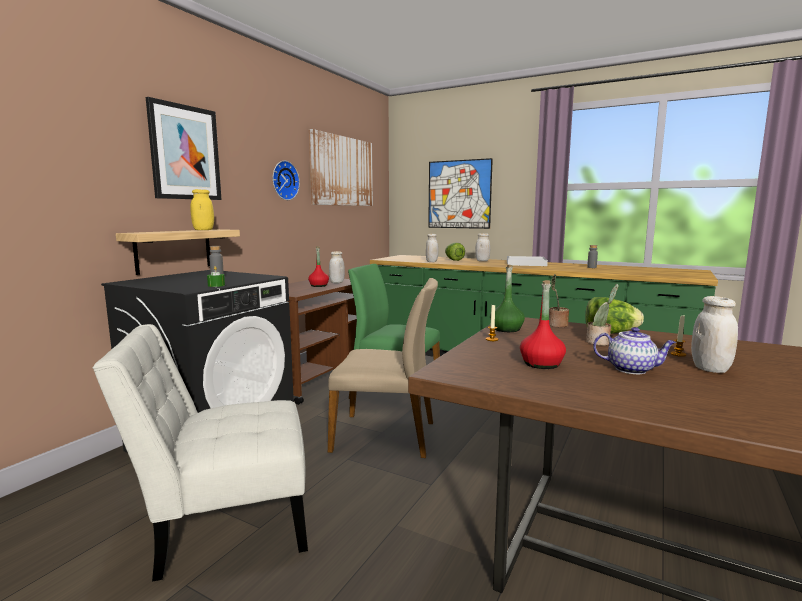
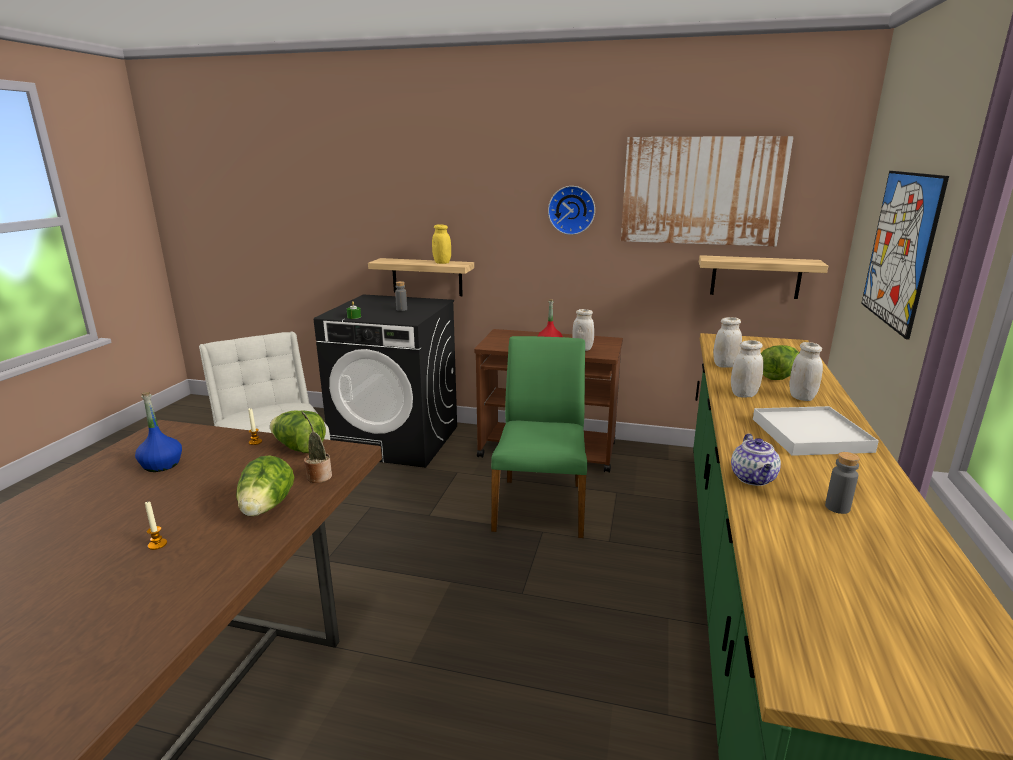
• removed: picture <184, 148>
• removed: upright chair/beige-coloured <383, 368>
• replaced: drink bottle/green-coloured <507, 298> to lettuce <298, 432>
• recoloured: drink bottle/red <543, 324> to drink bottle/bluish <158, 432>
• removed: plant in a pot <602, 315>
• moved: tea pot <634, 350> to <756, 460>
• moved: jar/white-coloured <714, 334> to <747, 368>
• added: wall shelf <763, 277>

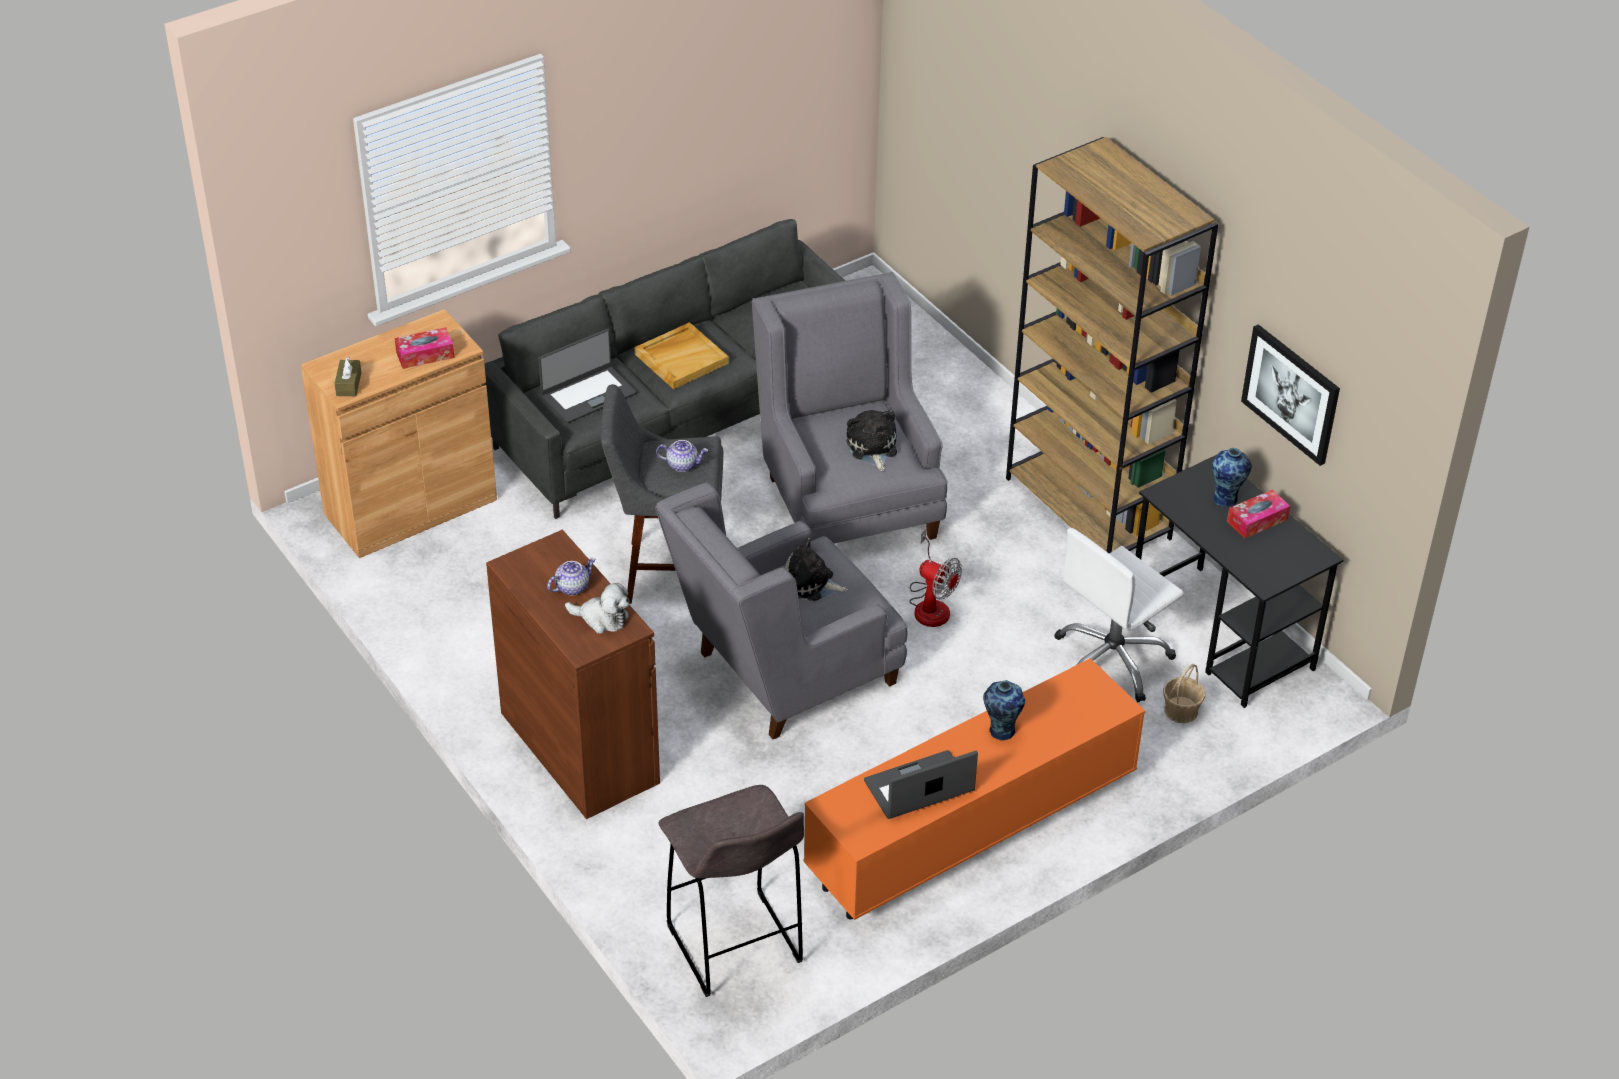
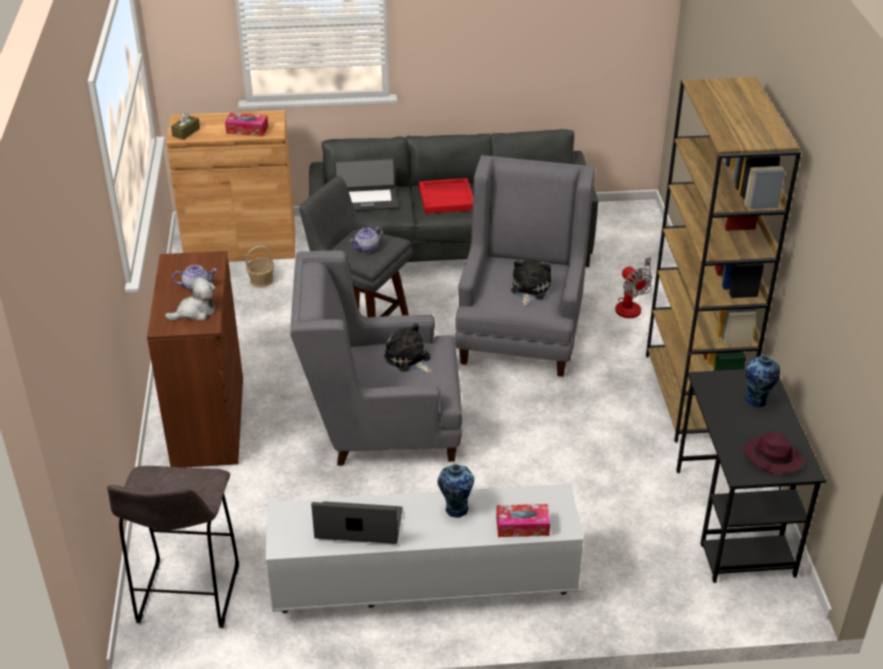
• turned: cuddly toy <597, 608> = <190, 299> 75 degrees counterclockwise
• recoloured: serving tray/beige-coloured <682, 355> to serving tray/red <446, 196>
• turned: tea pot <682, 456> = <366, 240> 105 degrees clockwise
• recoloured: tv unit/orange-coloured <974, 789> to tv unit/white-coloured <425, 548>
• moved: fan <935, 578> to <633, 287>
• removed: computer chair/white-coloured <1119, 615>
• moved: household basket <1184, 693> to <260, 267>
• moved: tissue holder <1258, 514> to <523, 520>
• removed: picture <1290, 395>
• added: hat/purple-coloured <773, 453>

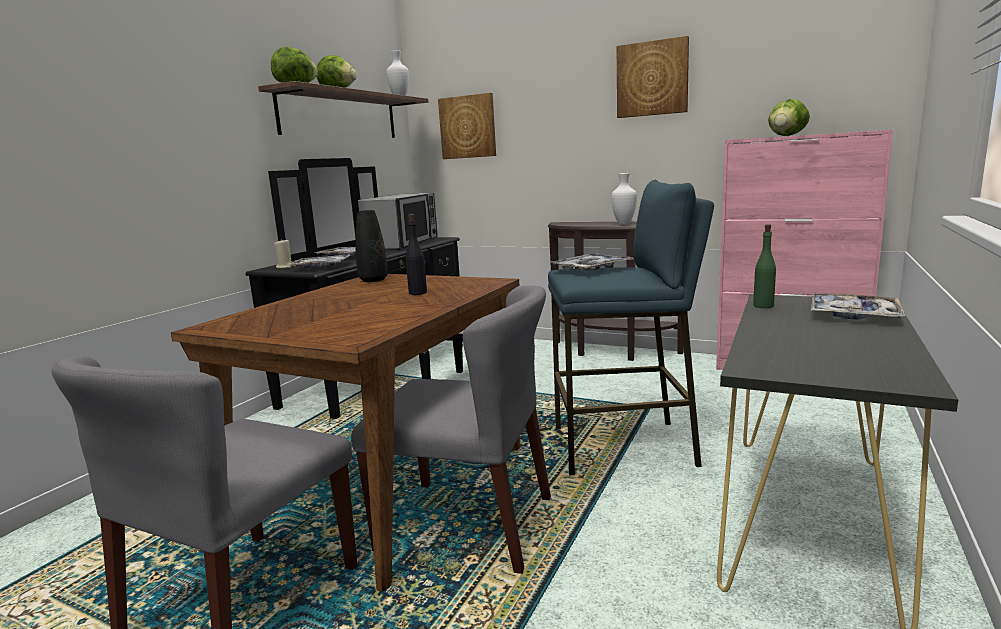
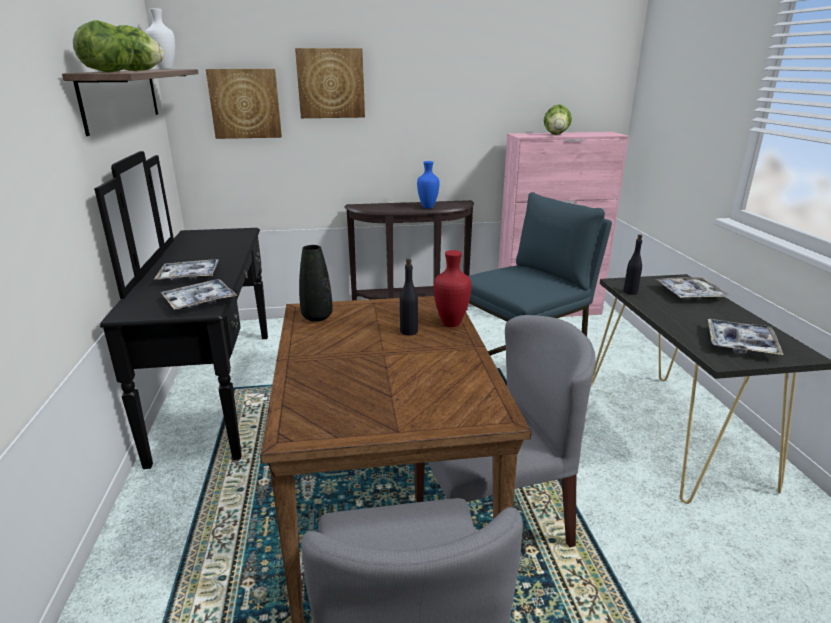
• removed: candle/beige-coloured <285, 253>
• removed: microwave <398, 221>
• moved: serving tray <592, 261> to <746, 337>
• recoloured: vase/white-coloured <624, 199> to vase/bluish <428, 185>
• moved: picture <653, 77> to <330, 83>
• recoloured: drink bottle/green-coloured <764, 266> to drink bottle/black-coloured <632, 264>
• added: vase/red <452, 288>

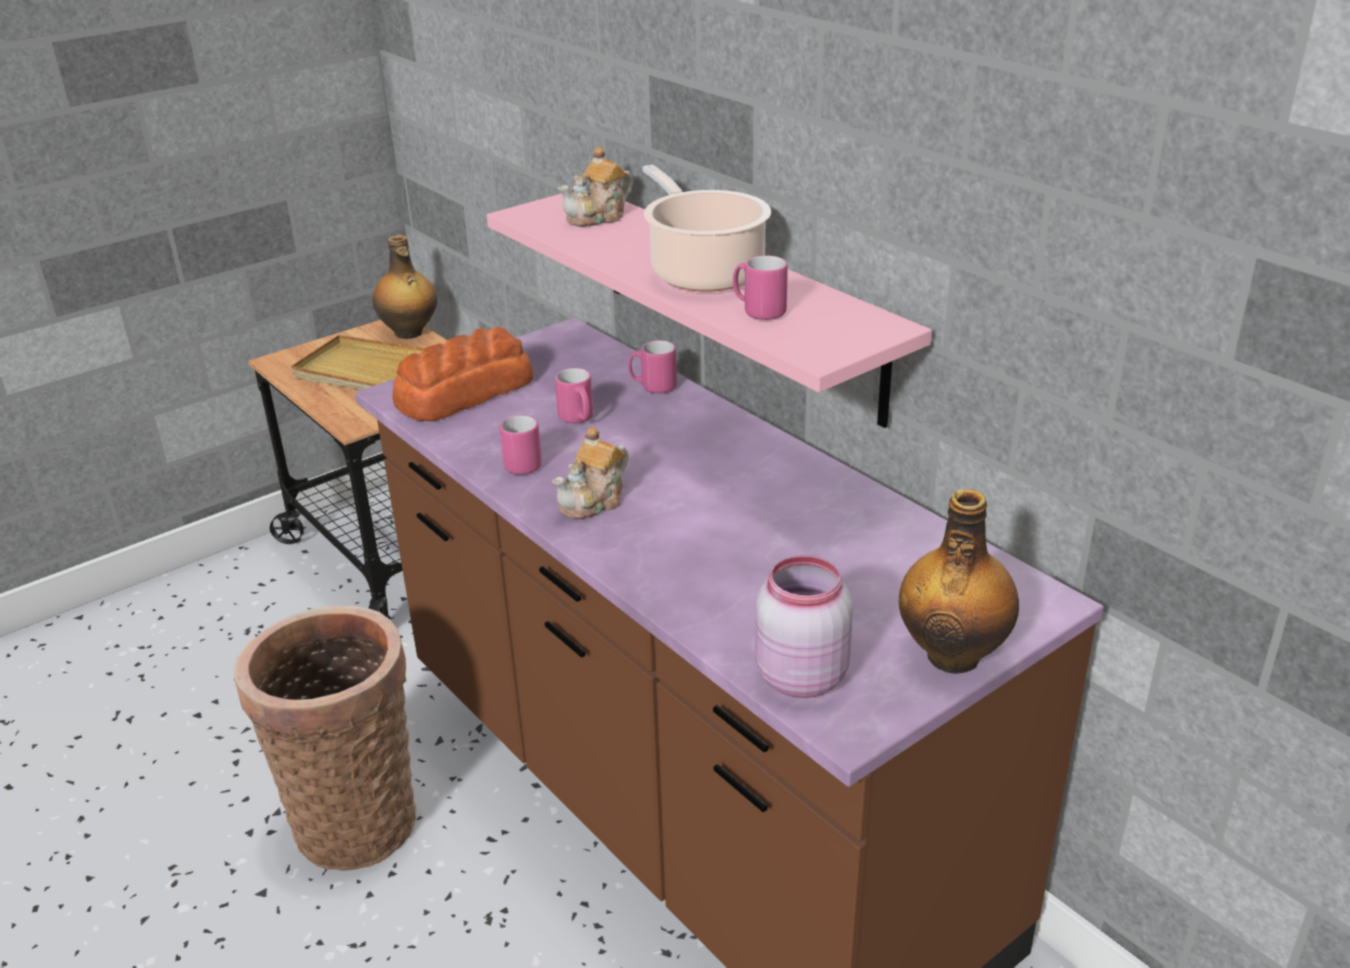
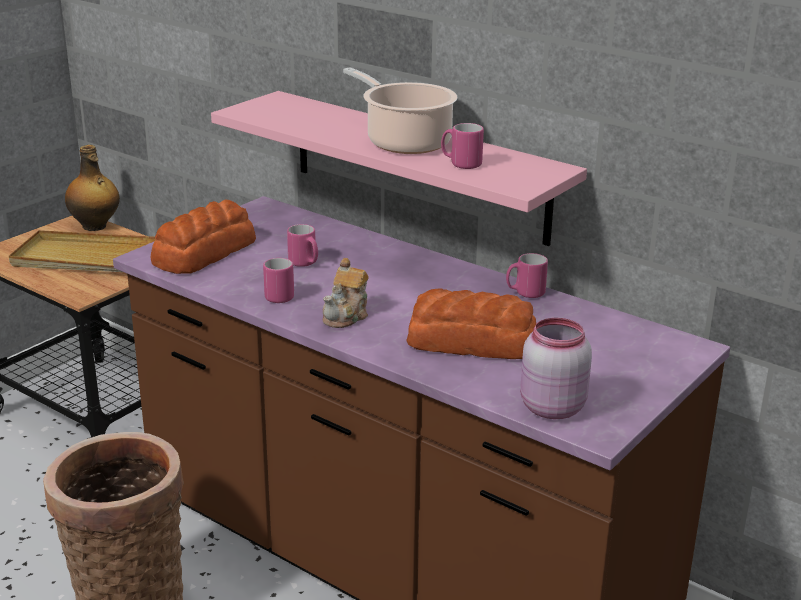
• removed: tea pot <595, 187>
• moved: coffee mug/pink <652, 366> to <527, 275>
• removed: drink bottle <959, 581>
• added: baked bread <471, 324>

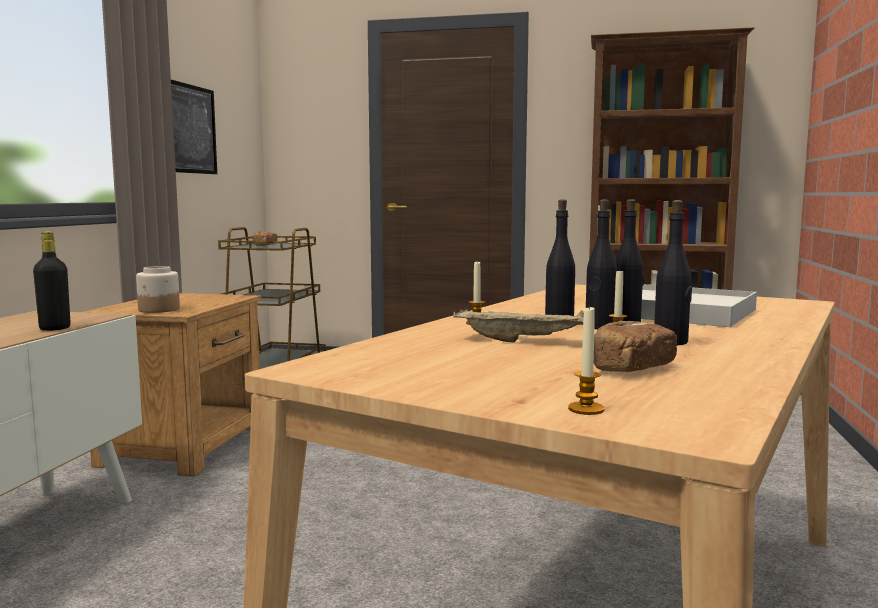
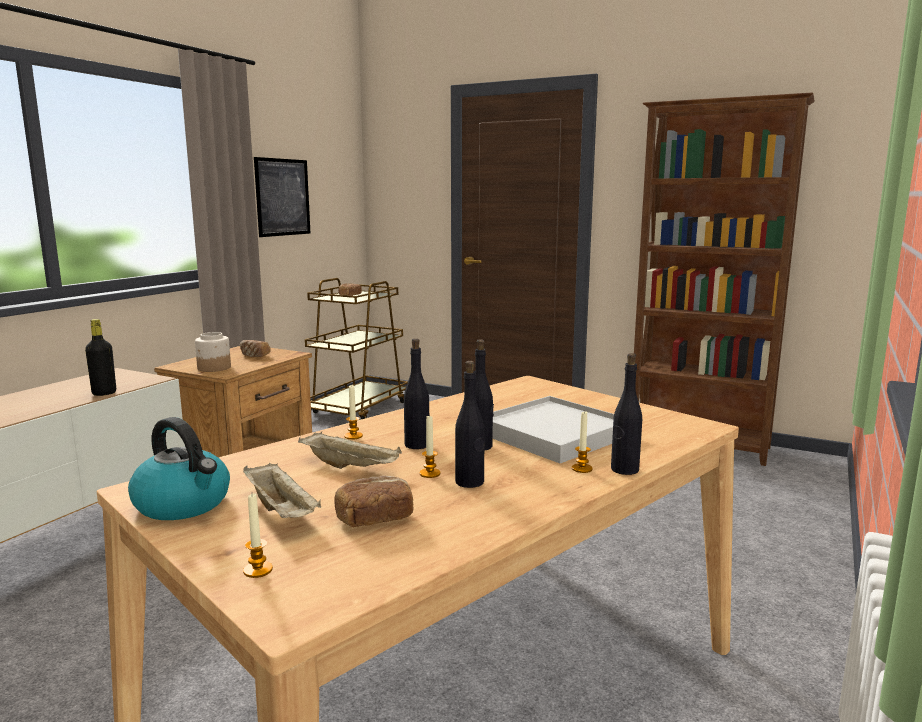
• moved: drink bottle/black-coloured <601, 264> to <626, 414>
• added: tea kettle <179, 468>
• added: baked bread <255, 348>
• added: serving tray/beige-coloured <282, 490>
• added: candle <582, 441>

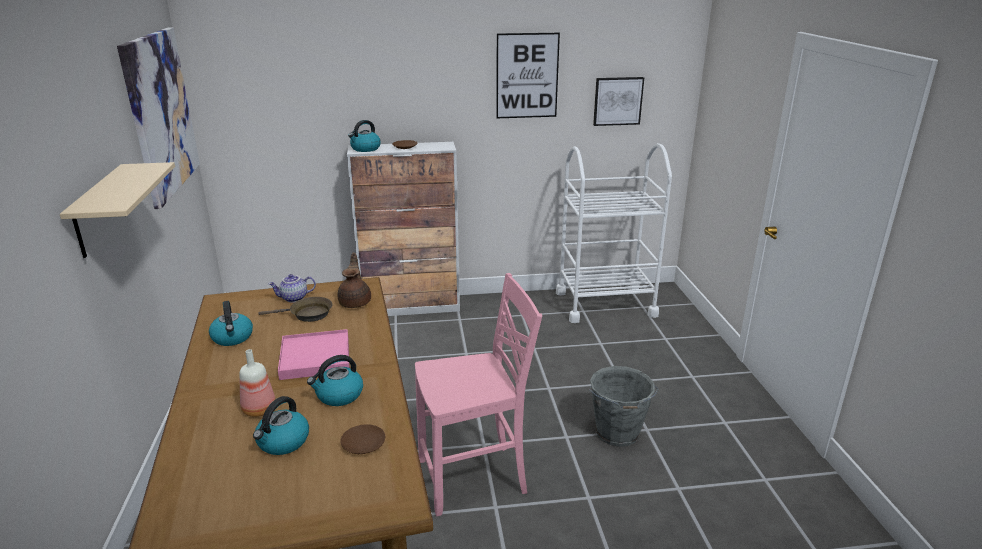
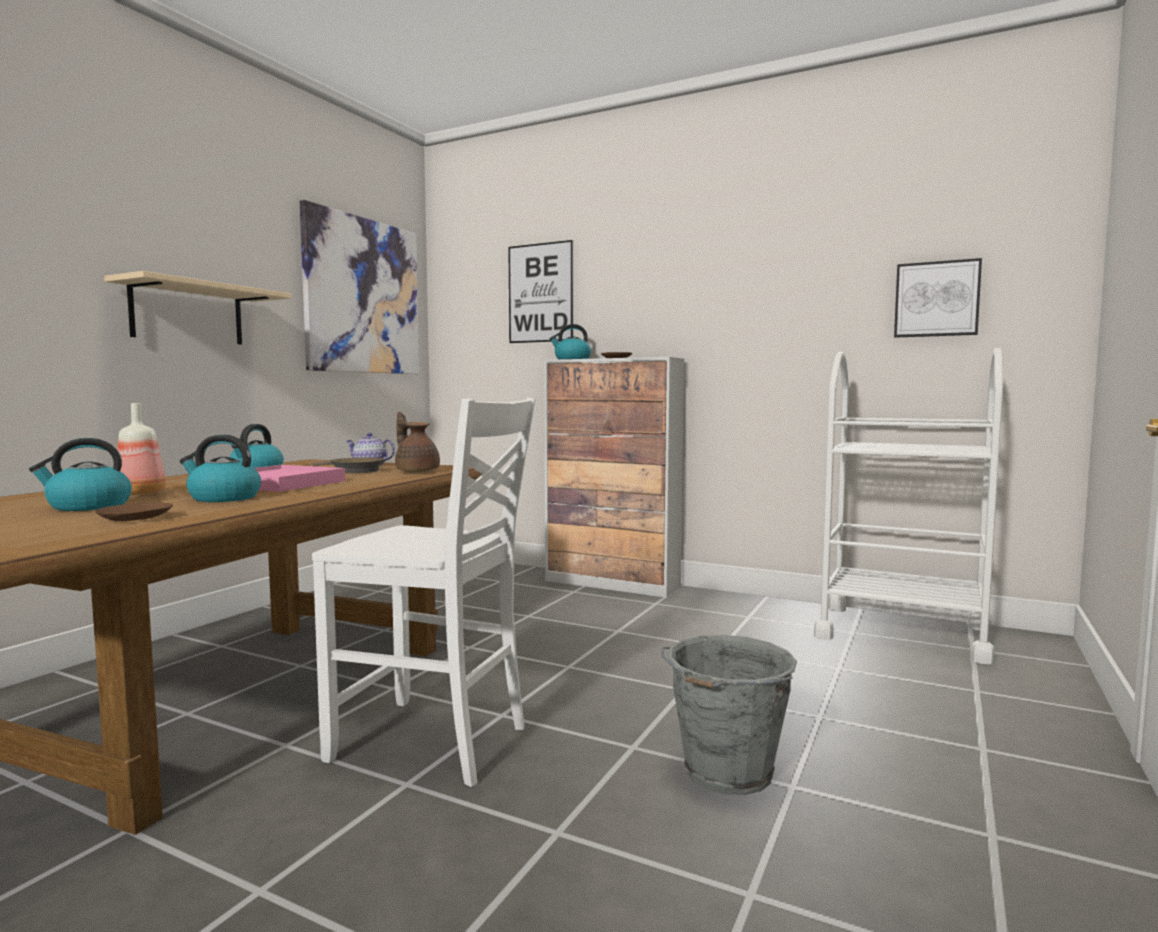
• turned: tea pot/brown-coloured <354, 280> = <417, 442> 75 degrees counterclockwise
• recoloured: upright chair/pink <478, 394> to upright chair/white-coloured <423, 592>
• moved: picture <528, 75> to <540, 291>

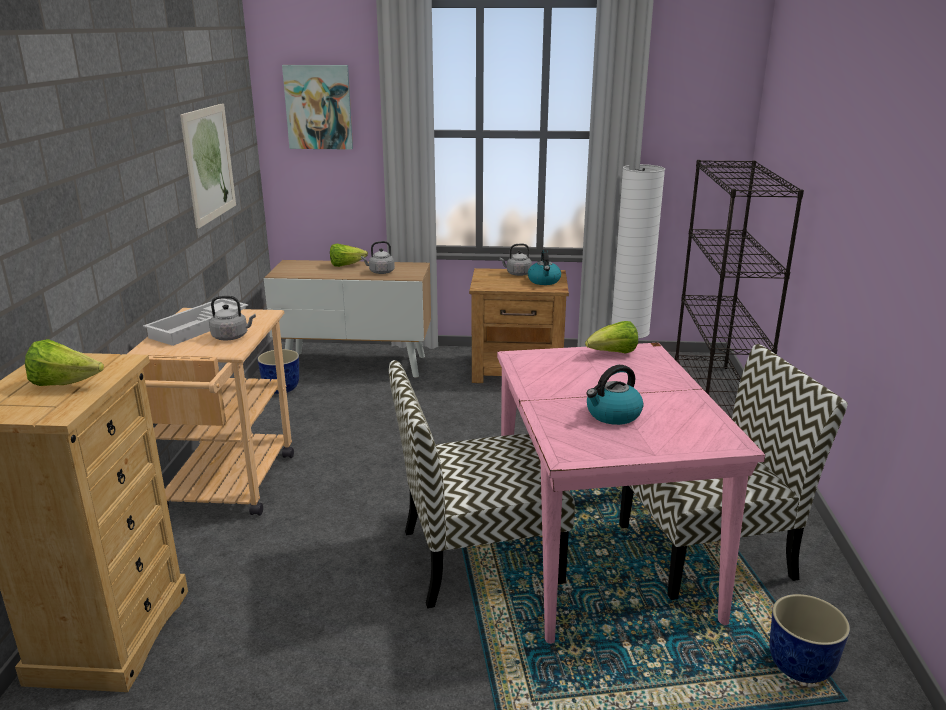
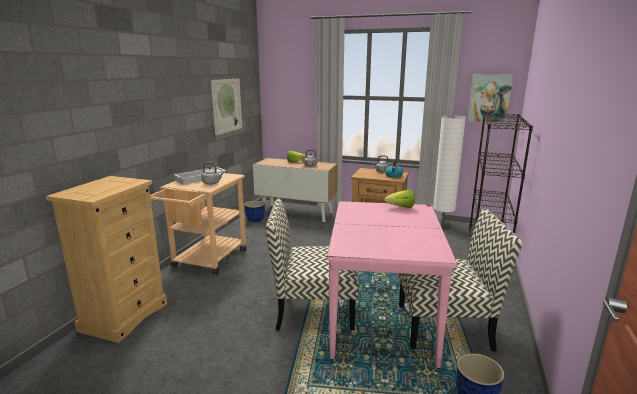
• removed: lettuce <64, 362>
• moved: picture <317, 107> to <491, 98>
• removed: tea kettle <614, 395>

